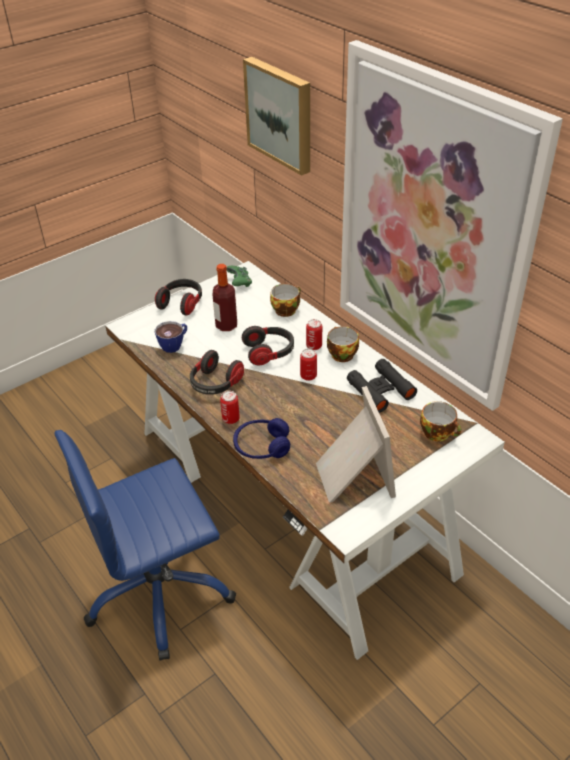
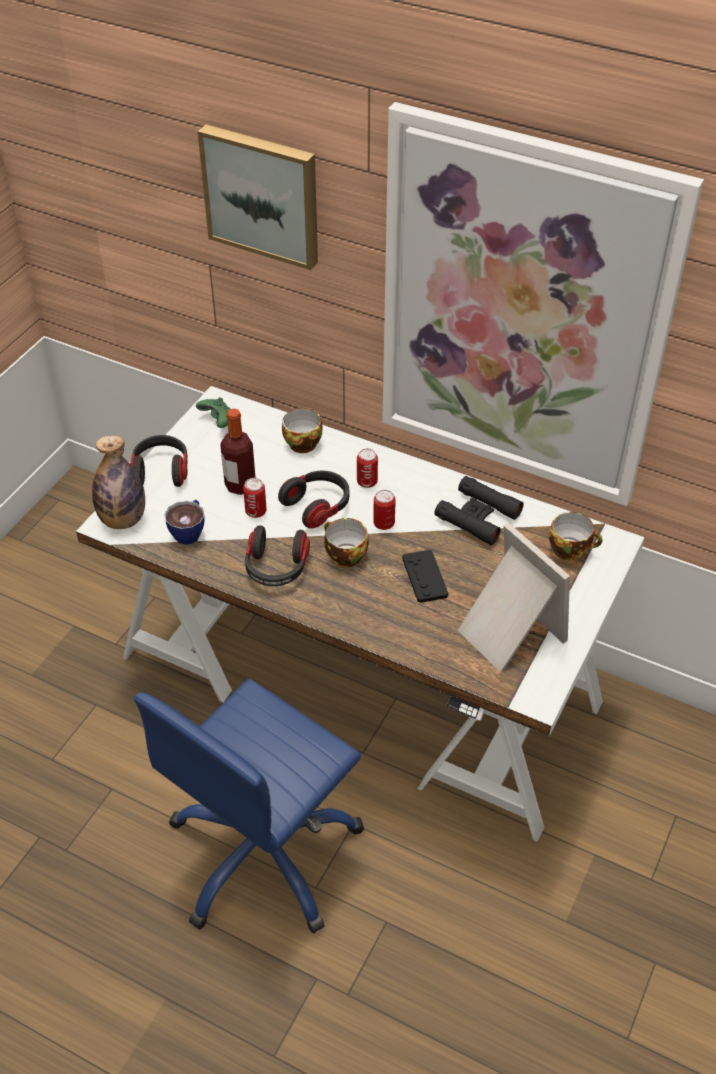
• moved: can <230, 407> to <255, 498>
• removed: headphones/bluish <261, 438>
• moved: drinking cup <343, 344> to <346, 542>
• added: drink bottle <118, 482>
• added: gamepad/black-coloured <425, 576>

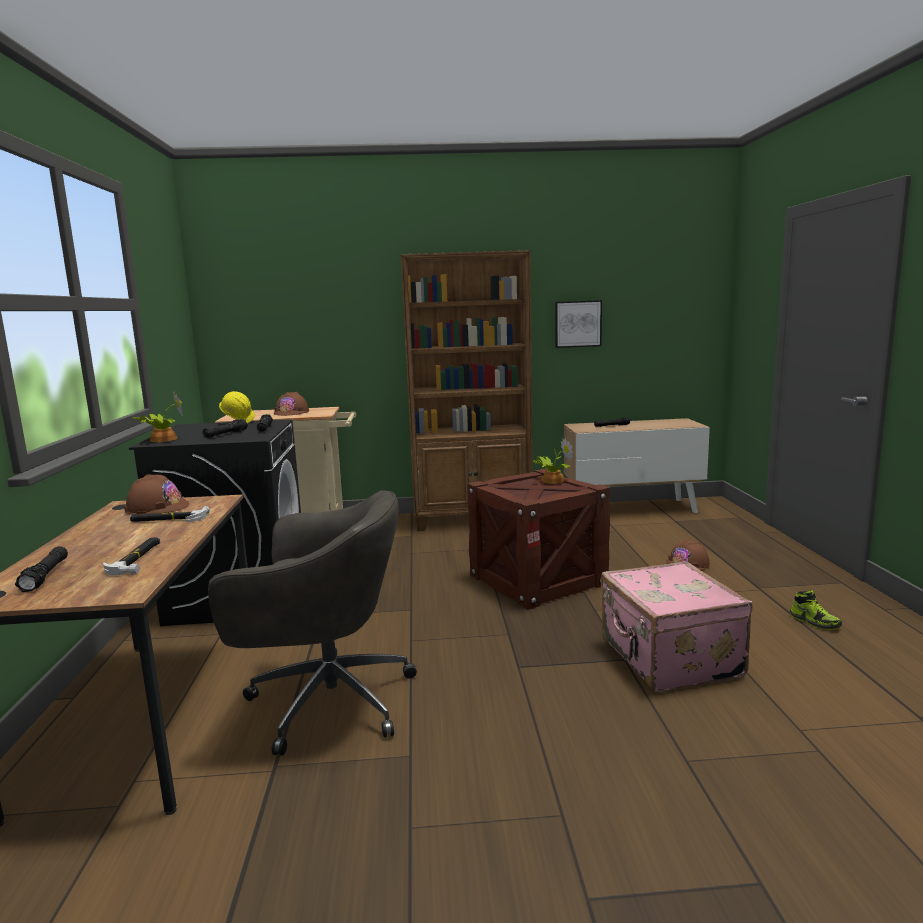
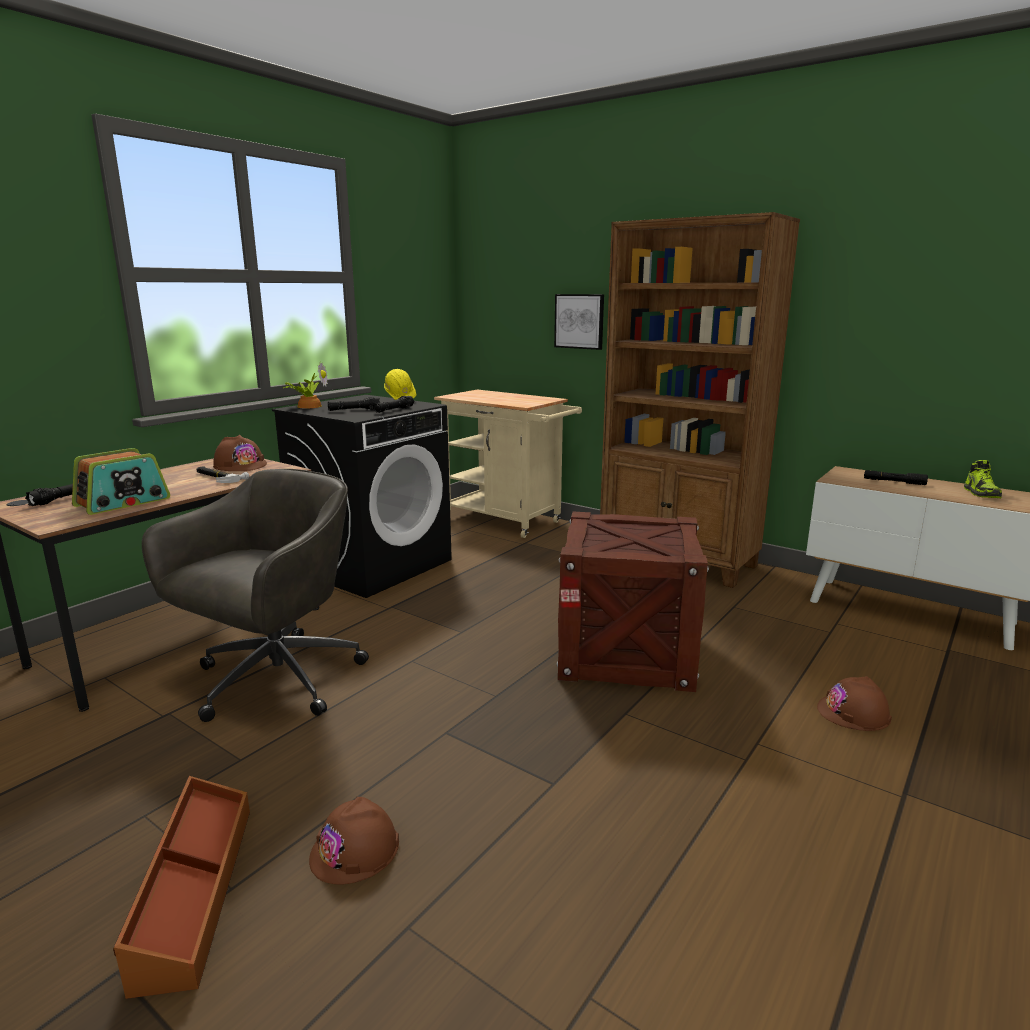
• replaced: tool hammer <131, 556> to radio set <121, 481>
• turned: computer chair/grey <312, 623> = <255, 595> 105 degrees counterclockwise
• moved: work helmet/brown-coloured <291, 404> to <354, 840>
• removed: plant in a pot <553, 461>
• moved: picture <578, 324> to <579, 322>
• removed: travel case/pink <676, 627>
• moved: item of footwear <816, 610> to <983, 479>
• added: storage bin/brown-coloured <181, 887>

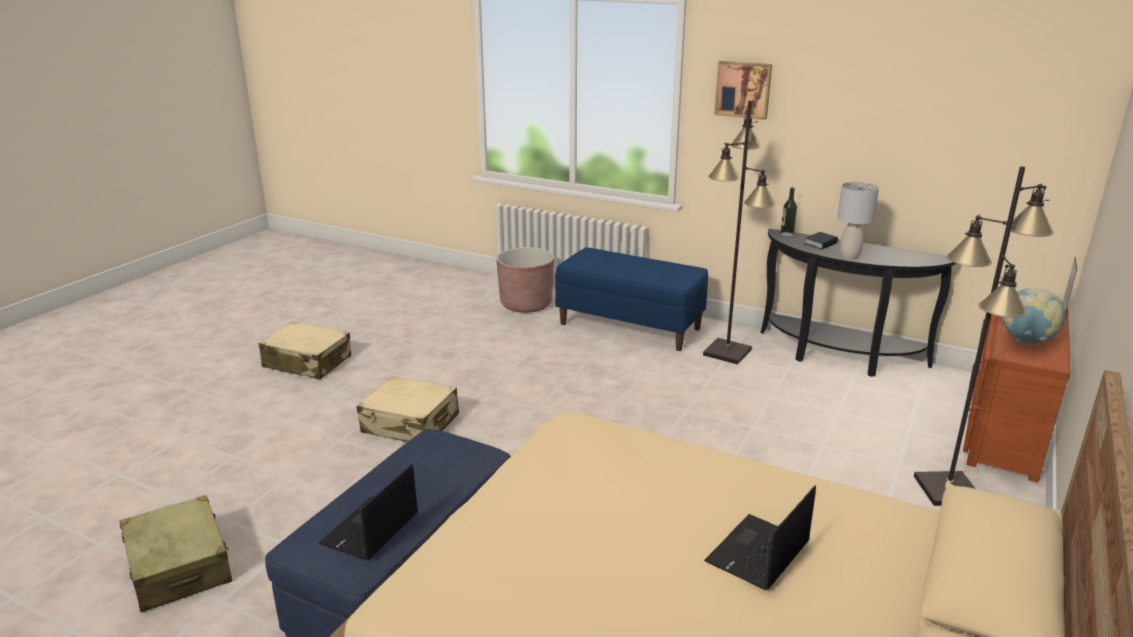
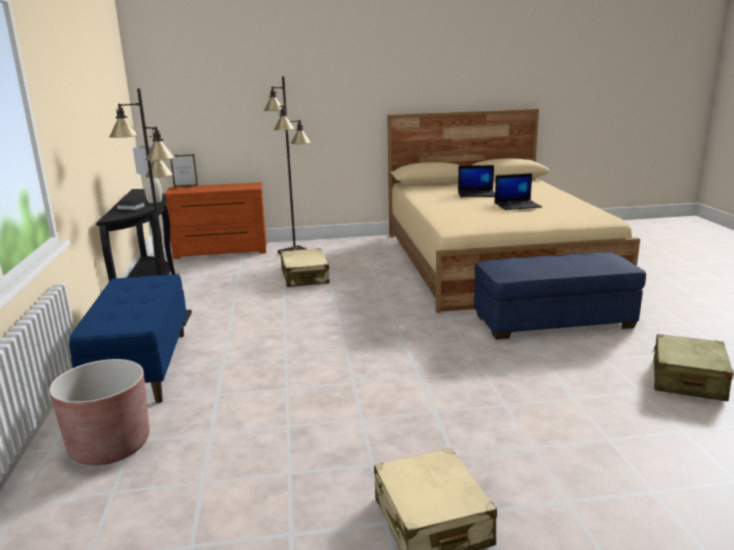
• moved: portable computer <368, 512> to <518, 191>
• moved: travel case/beige-coloured <408, 409> to <305, 267>
• removed: picture <743, 90>
• removed: drink bottle <789, 212>
• removed: world globe <1033, 315>

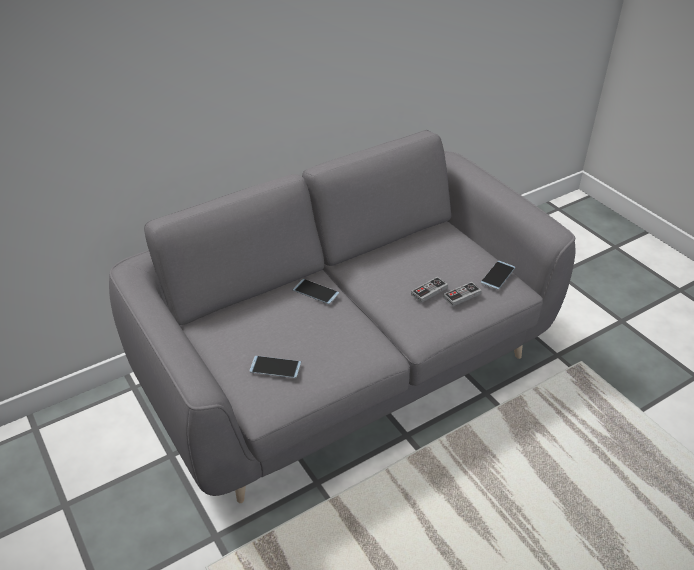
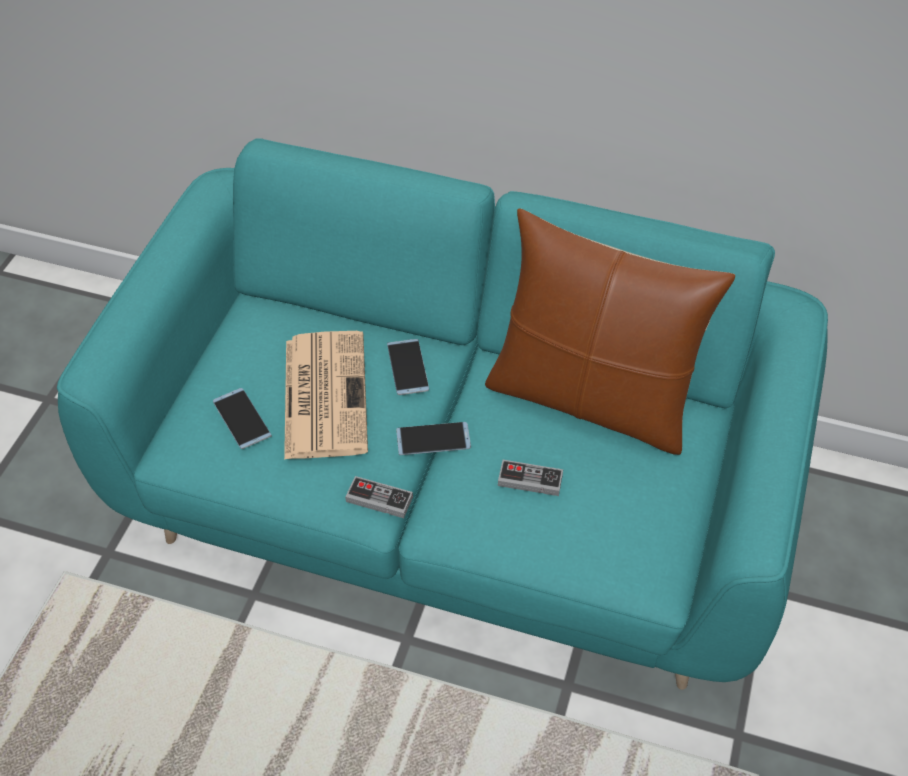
• recoloured: sofa/grey <342, 316> to sofa/turquoise <442, 414>
• moved: gamepad <462, 294> to <379, 497>
• moved: telephone <498, 275> to <433, 438>
• added: daily paper <326, 395>
• added: throw pillow/brown-coloured <610, 331>

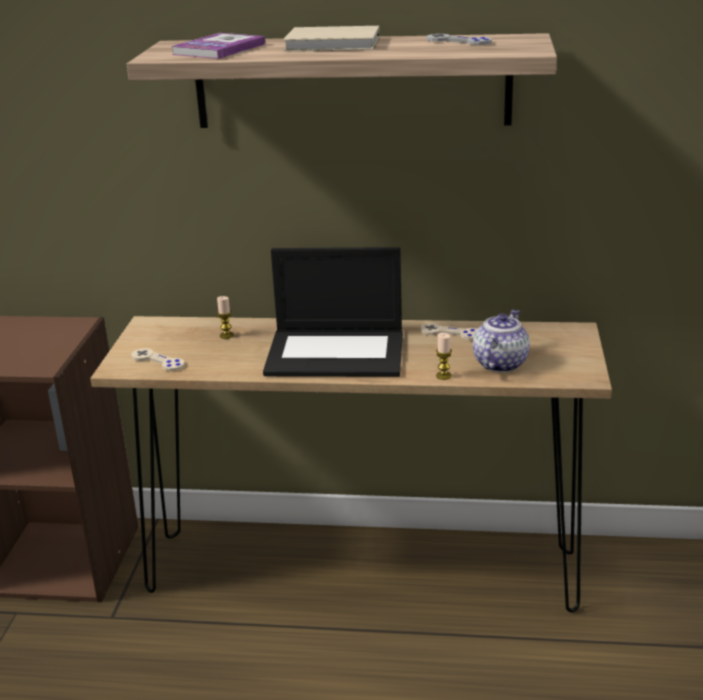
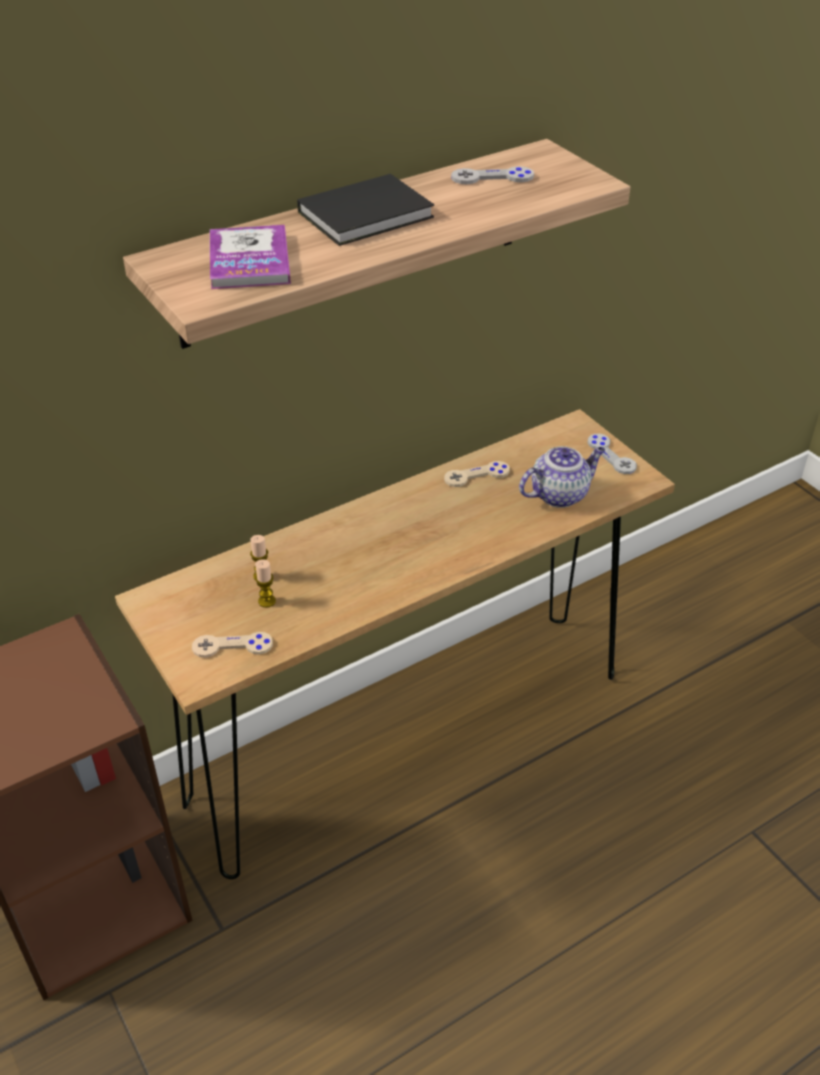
• removed: portable computer <333, 312>
• recoloured: bound book/beige-coloured <331, 38> to bound book/black-coloured <365, 210>
• moved: candle <444, 356> to <265, 583>
• turned: tea pot <501, 341> = <562, 477> 75 degrees clockwise
• added: gamepad/grey <612, 454>

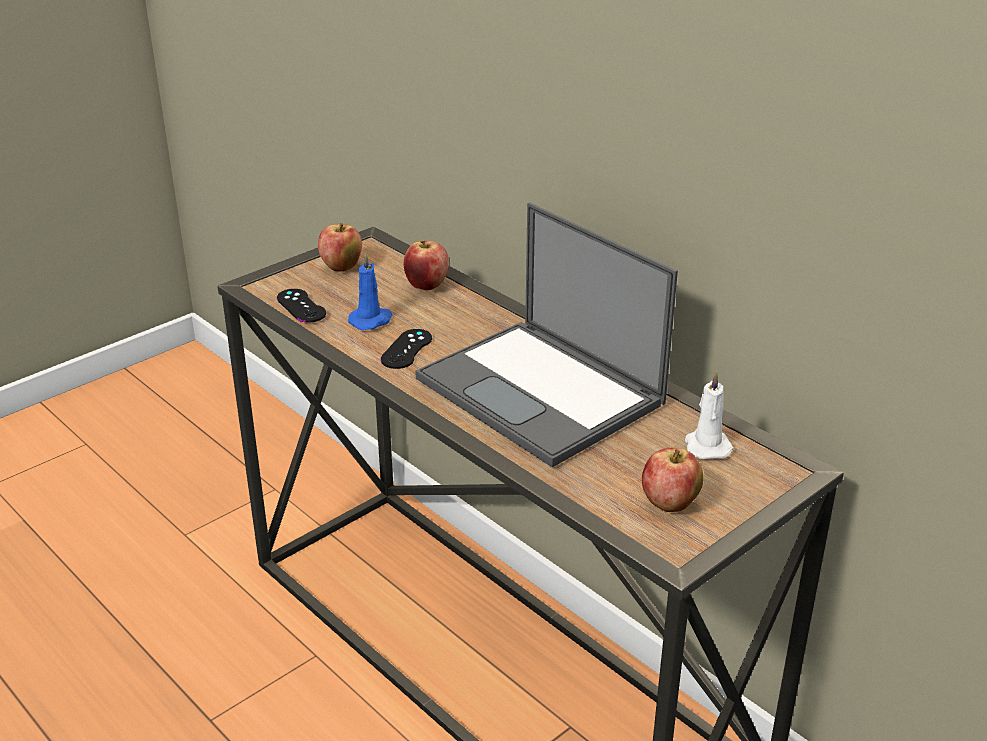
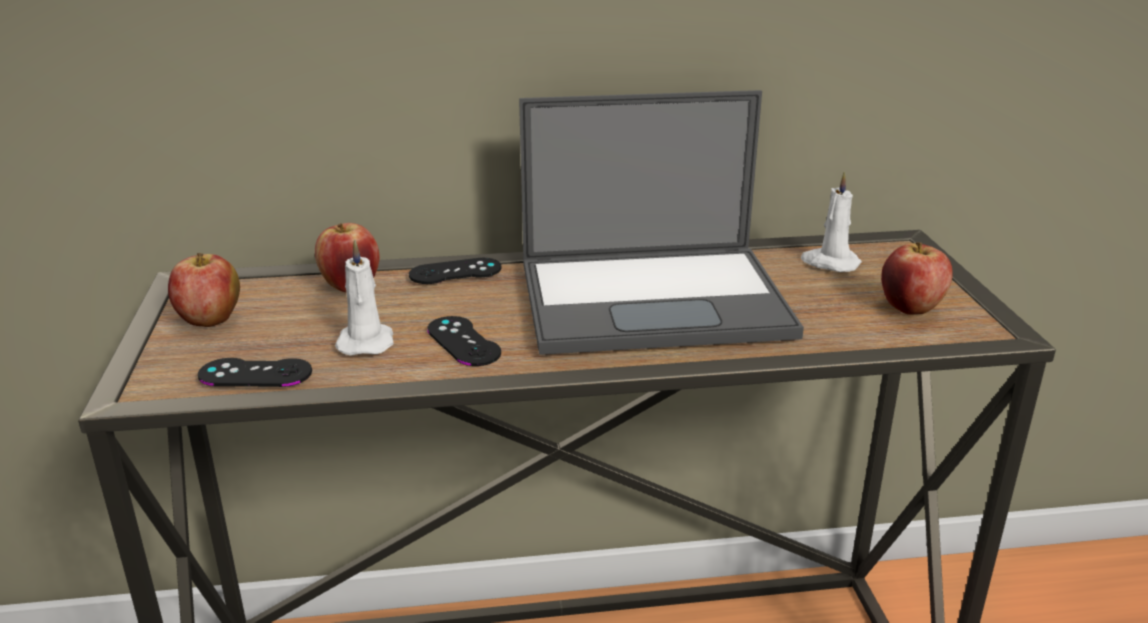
• recoloured: candle/bluish <370, 291> to candle/white-coloured <364, 297>
• added: gamepad/black-coloured <455, 271>

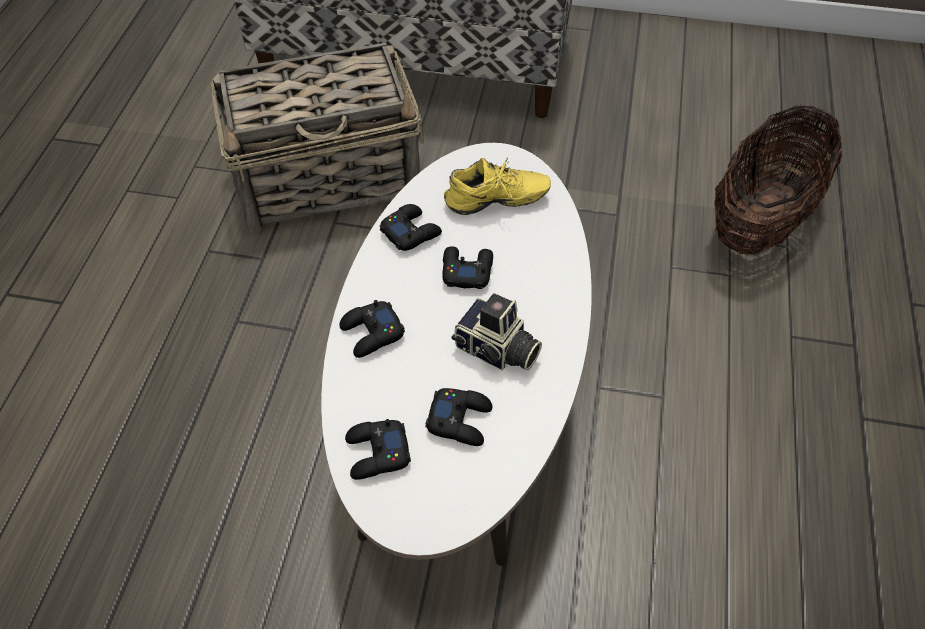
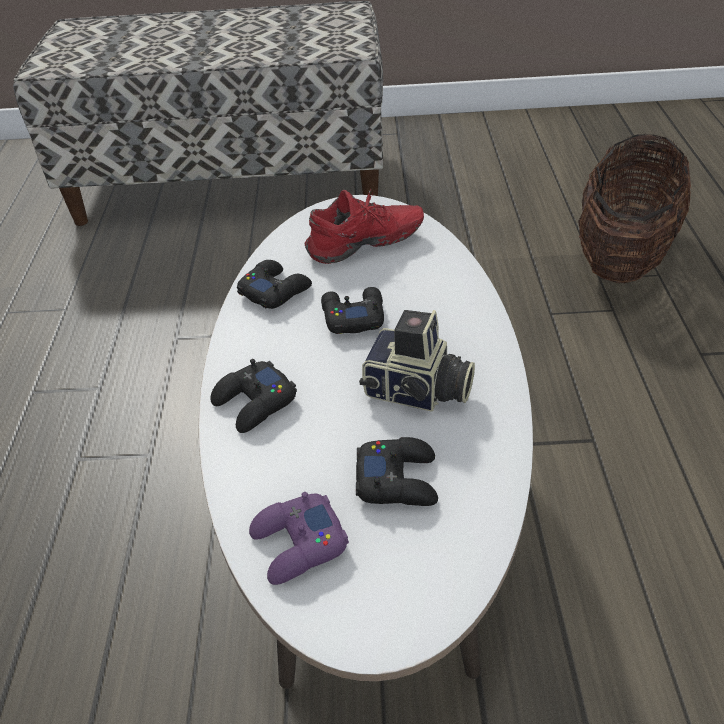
• removed: household basket <317, 137>
• recoloured: gamepad/black-coloured <378, 449> to gamepad/purple-coloured <299, 538>
• recoloured: item of footwear/yellowish <497, 186> to item of footwear/red <364, 226>

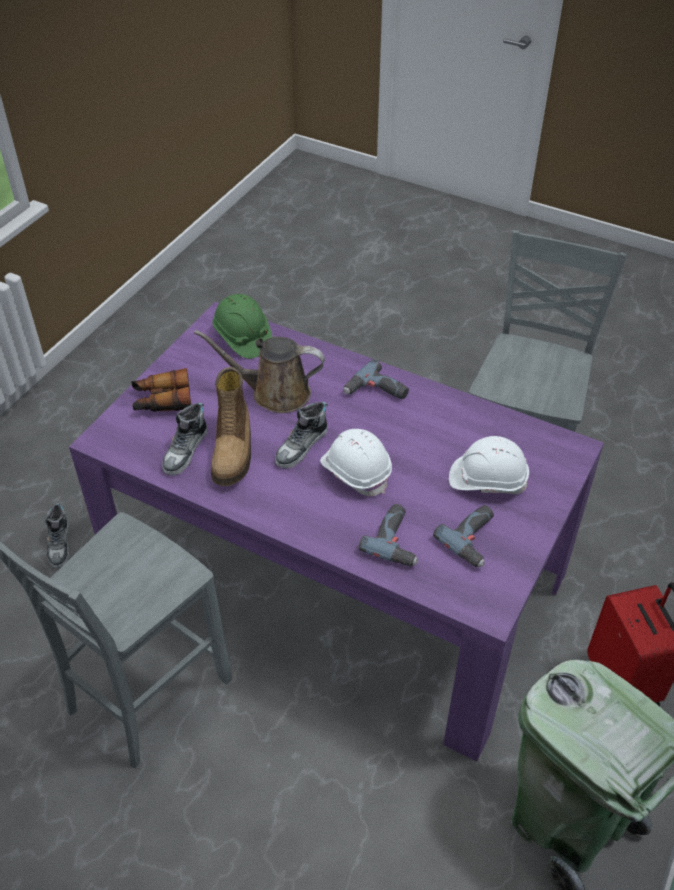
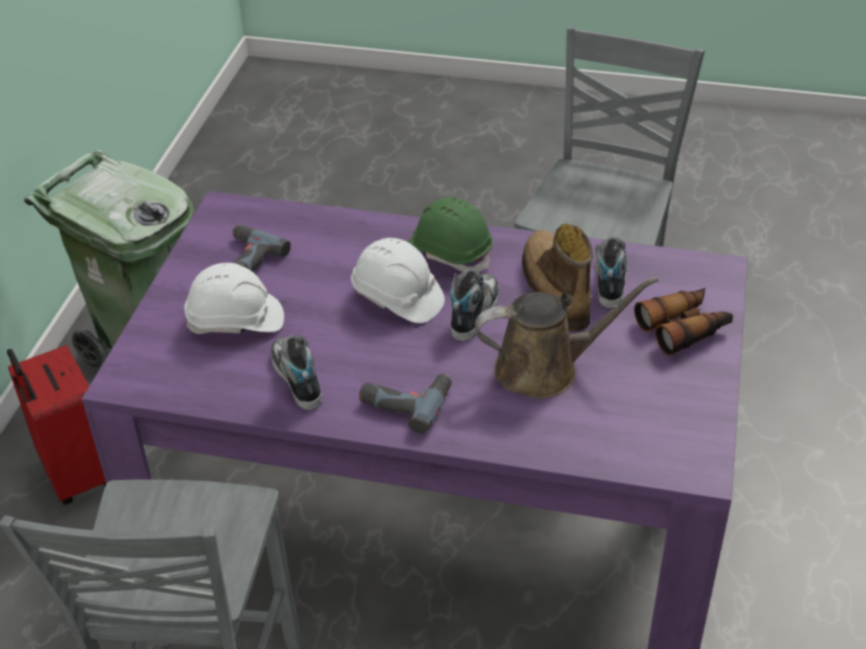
• moved: item of footwear <57, 535> to <296, 372>
• moved: work helmet/green-coloured <242, 326> to <450, 235>
• removed: electric drill <389, 535>

